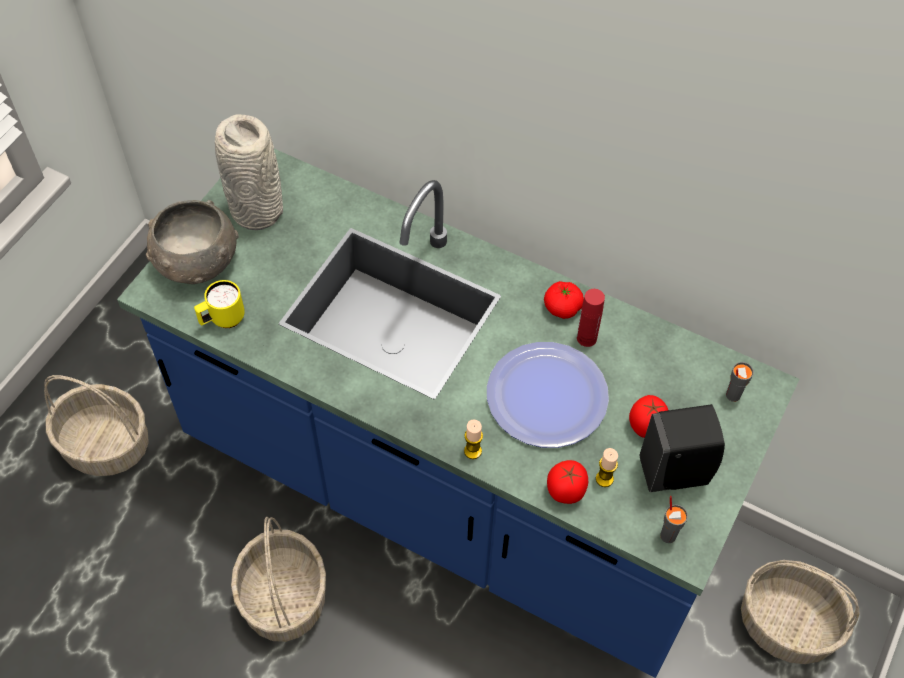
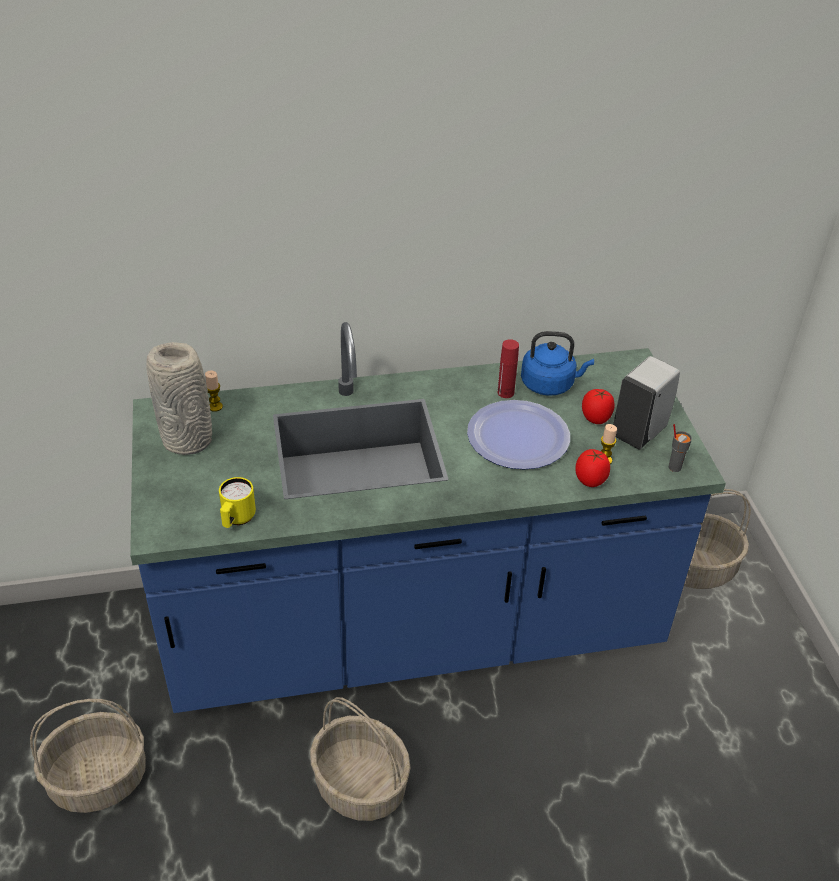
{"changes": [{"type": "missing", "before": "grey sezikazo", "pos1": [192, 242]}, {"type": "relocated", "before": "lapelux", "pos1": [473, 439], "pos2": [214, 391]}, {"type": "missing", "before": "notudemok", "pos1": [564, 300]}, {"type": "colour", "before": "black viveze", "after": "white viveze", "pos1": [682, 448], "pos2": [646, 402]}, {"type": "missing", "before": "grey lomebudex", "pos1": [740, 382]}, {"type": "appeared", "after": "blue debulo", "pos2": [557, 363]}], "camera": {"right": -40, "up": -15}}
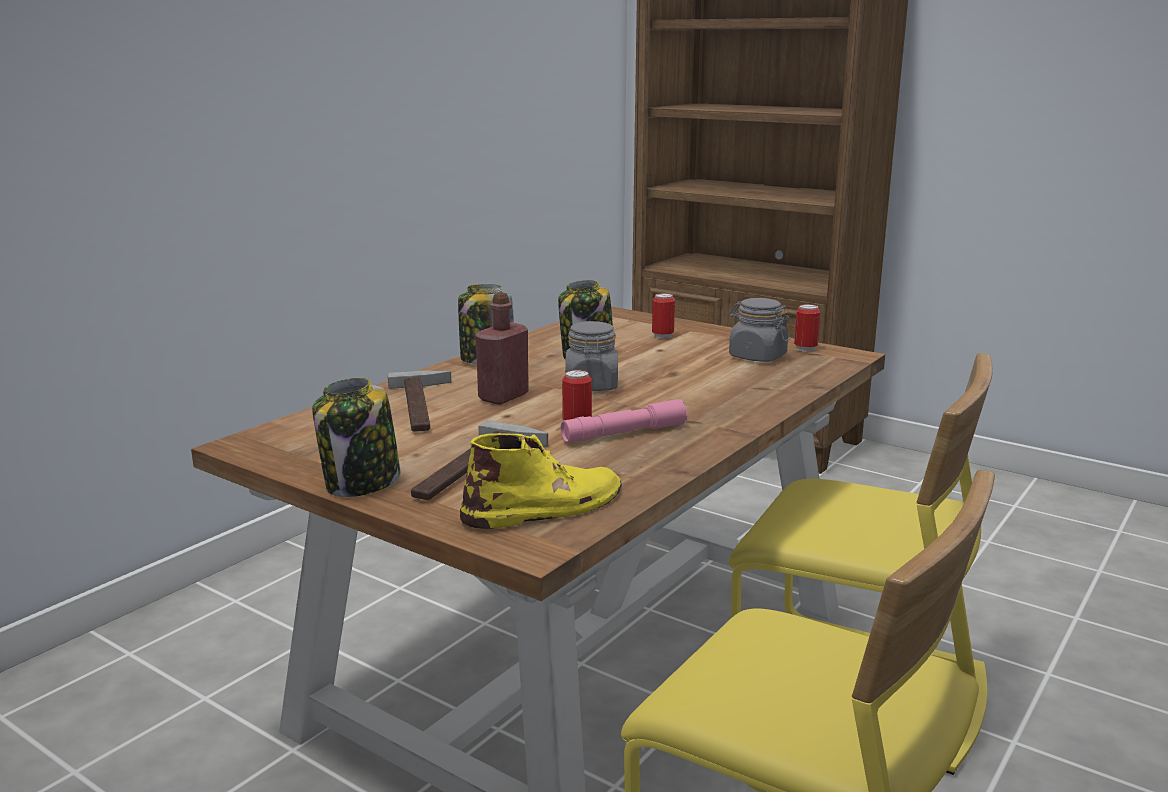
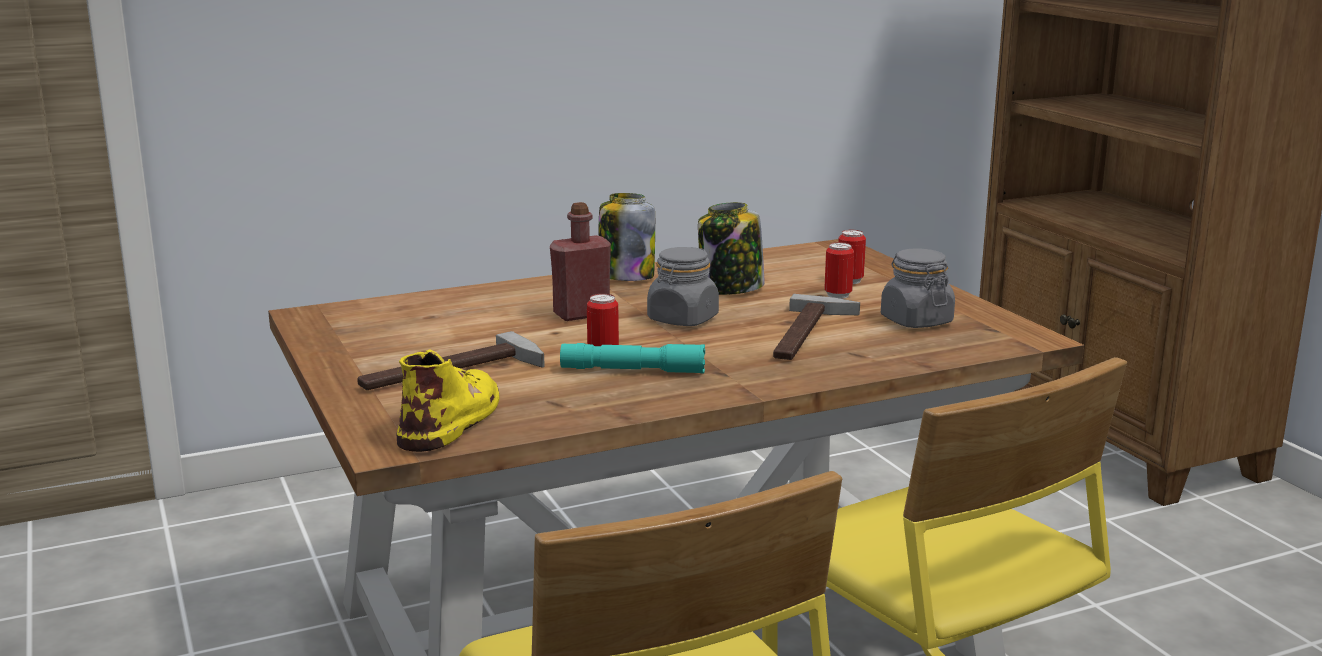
{"changes": [{"type": "missing", "before": "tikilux", "pos1": [356, 437]}, {"type": "relocated", "before": "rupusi", "pos1": [419, 401], "pos2": [816, 327]}, {"type": "spun", "before": "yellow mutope", "pos1": [541, 481], "pos2": [448, 401], "turn": -75}, {"type": "colour", "before": "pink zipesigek", "after": "turquoise zipesigek", "pos1": [624, 421], "pos2": [632, 358]}, {"type": "relocated", "before": "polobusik", "pos1": [807, 328], "pos2": [839, 270]}], "camera": {"right": 30, "up": 0}}
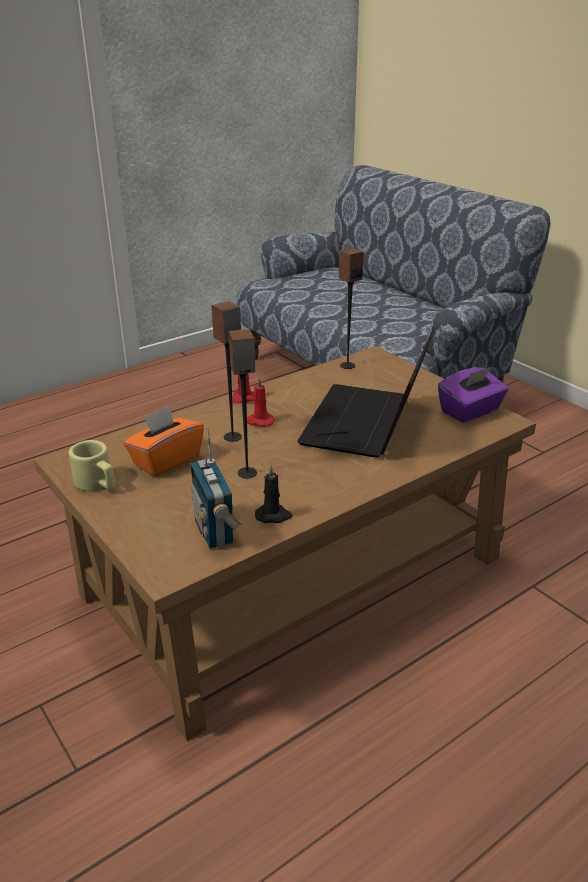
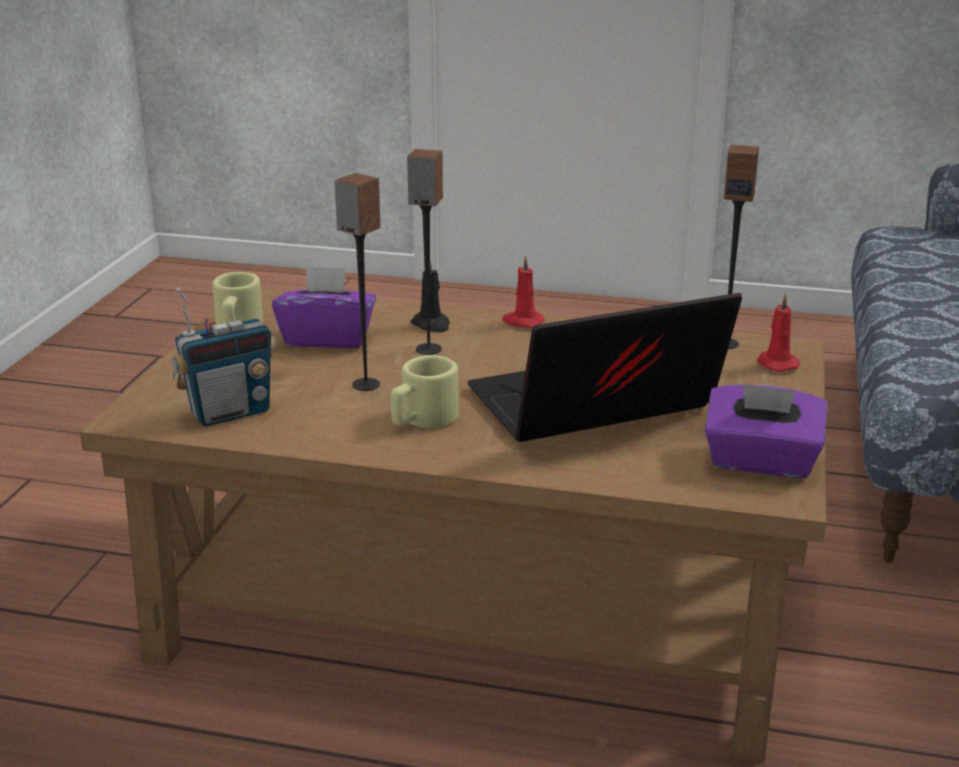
{"changes": [{"type": "colour", "before": "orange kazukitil", "after": "purple kazukitil", "pos1": [164, 441], "pos2": [324, 307]}, {"type": "spun", "before": "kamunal", "pos1": [216, 488], "pos2": [224, 357], "turn": -150}, {"type": "relocated", "before": "red lapelux", "pos1": [261, 402], "pos2": [778, 332]}, {"type": "relocated", "before": "black lapelux", "pos1": [274, 494], "pos2": [430, 295]}, {"type": "appeared", "after": "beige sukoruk", "pos2": [425, 391]}], "camera": {"right": 50, "up": -5}}
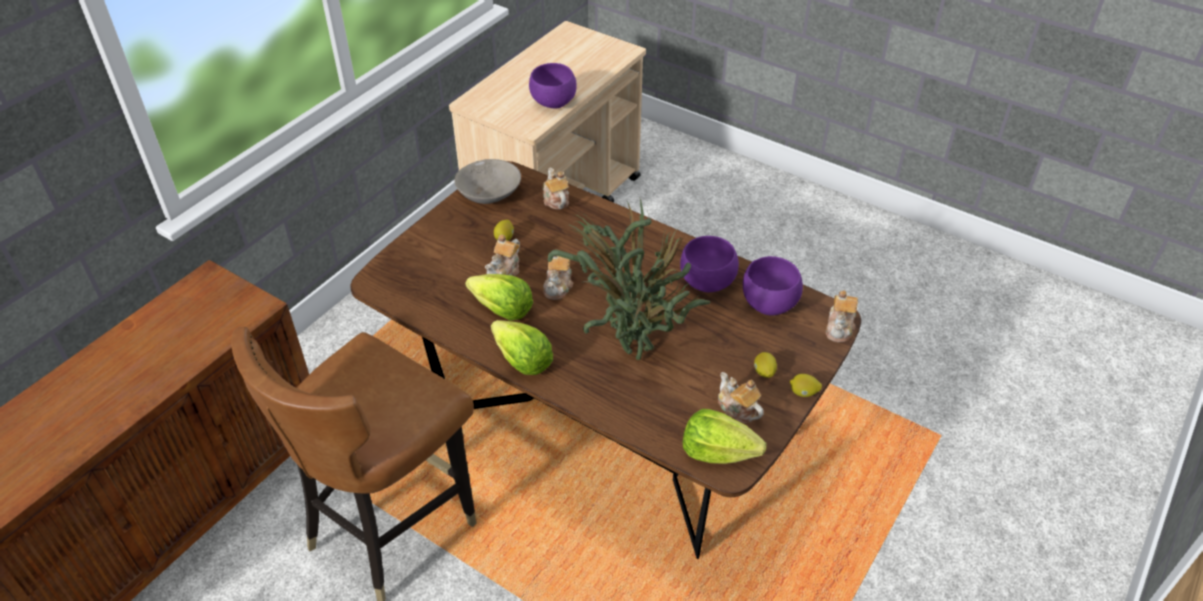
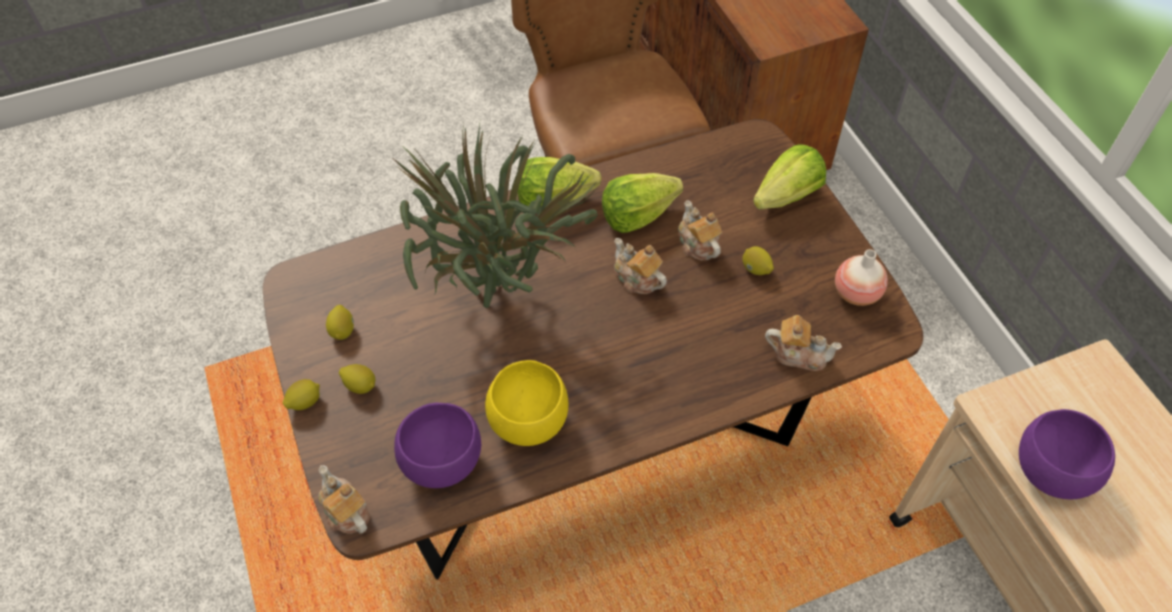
{"changes": [{"type": "exchanged", "before": "grey sezikazo", "after": "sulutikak", "pos1": [488, 181], "pos2": [861, 277]}, {"type": "colour", "before": "purple sezikazo", "after": "yellow sezikazo", "pos1": [709, 264], "pos2": [526, 403]}, {"type": "relocated", "before": "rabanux", "pos1": [724, 436], "pos2": [789, 176]}, {"type": "exchanged", "before": "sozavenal", "after": "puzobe", "pos1": [741, 397], "pos2": [340, 322]}], "camera": {"right": 125, "up": 10}}
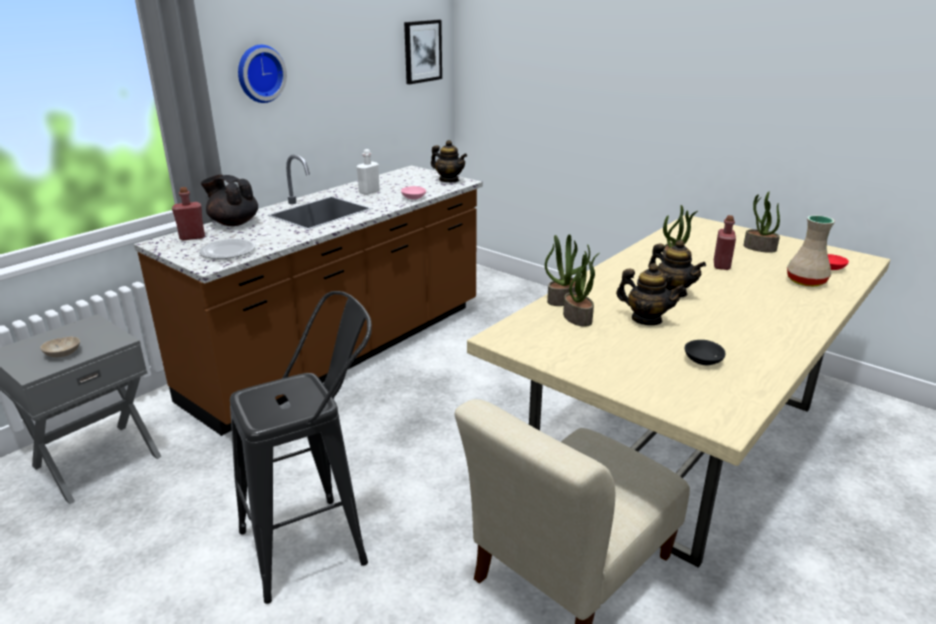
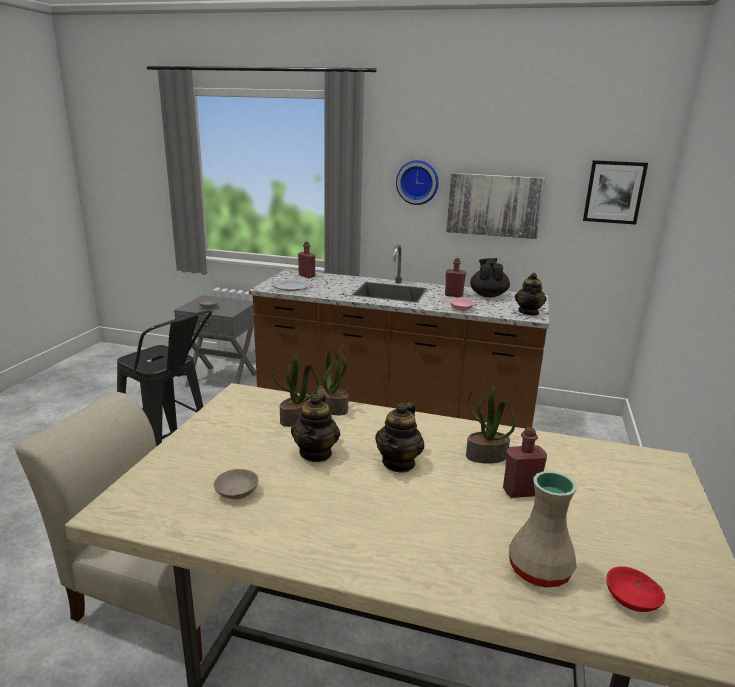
{"changes": [{"type": "relocated", "before": "black sozavenal", "pos1": [229, 200], "pos2": [490, 277]}, {"type": "colour", "before": "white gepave", "after": "red gepave", "pos1": [368, 172], "pos2": [455, 277]}, {"type": "colour", "before": "black sezikazo", "after": "beige sezikazo", "pos1": [705, 352], "pos2": [236, 484]}, {"type": "missing", "before": "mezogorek", "pos1": [761, 222]}, {"type": "appeared", "after": "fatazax", "pos2": [495, 206]}], "camera": {"right": 65, "up": -5}}
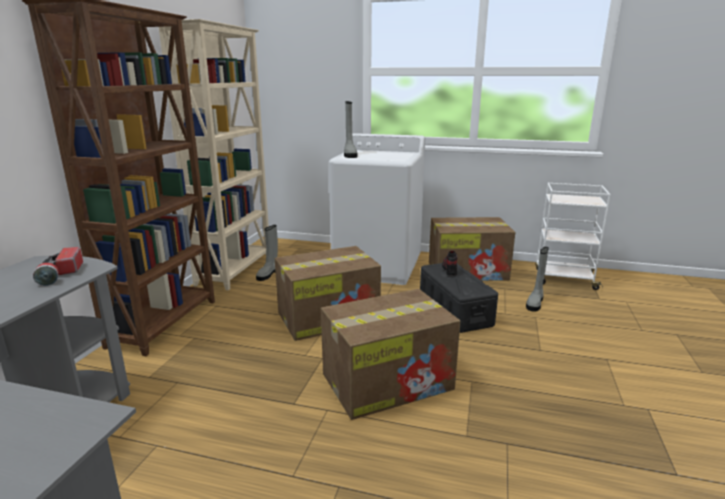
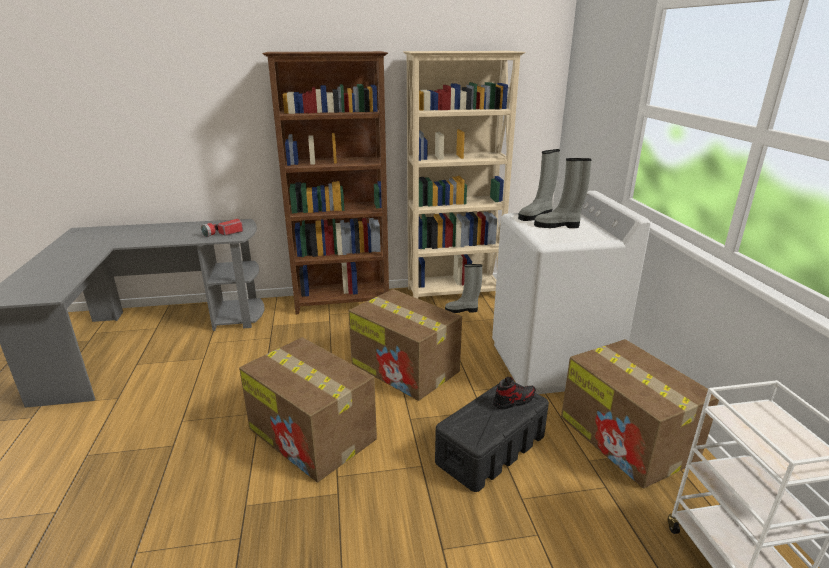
{"changes": [{"type": "relocated", "before": "grey mutope", "pos1": [537, 279], "pos2": [563, 193]}], "camera": {"right": 65, "up": 5}}
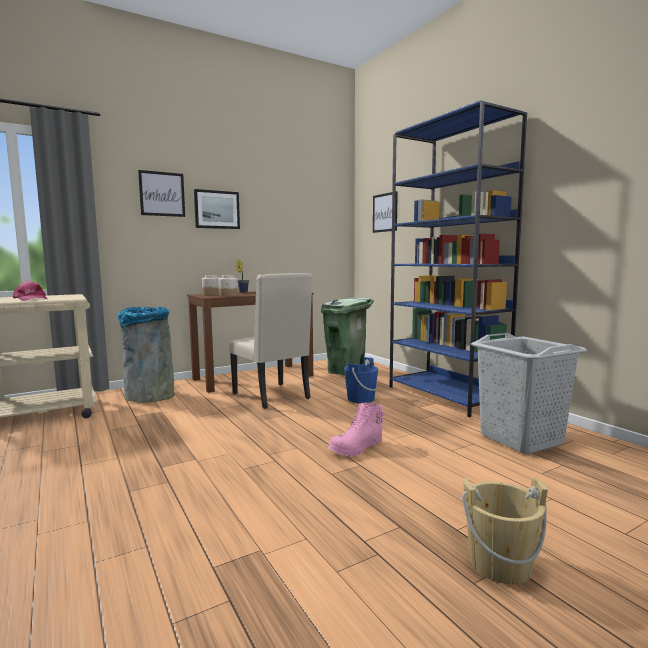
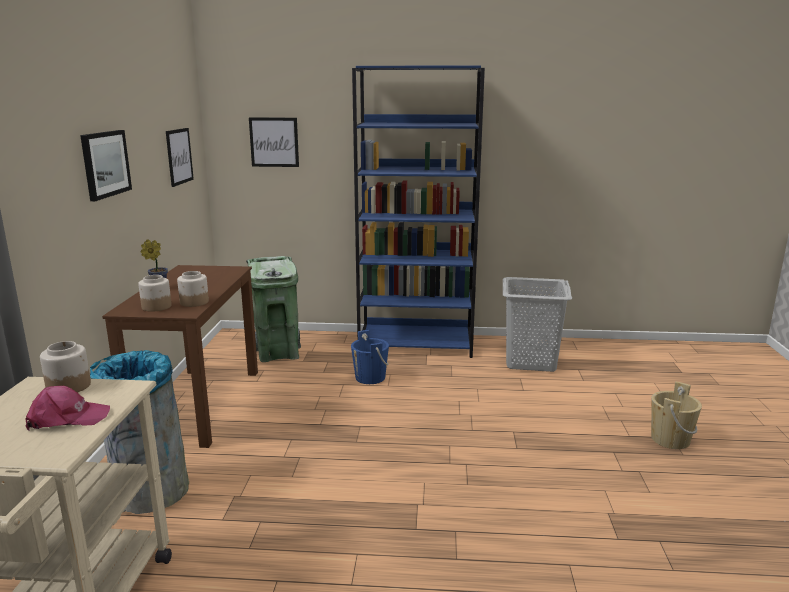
{"changes": [{"type": "relocated", "before": "fatazax", "pos1": [161, 193], "pos2": [180, 157]}, {"type": "missing", "before": "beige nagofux", "pos1": [271, 341]}, {"type": "missing", "before": "pink mutope", "pos1": [356, 430]}, {"type": "appeared", "after": "tikilux", "pos2": [65, 367]}], "camera": {"right": -55, "up": 10}}
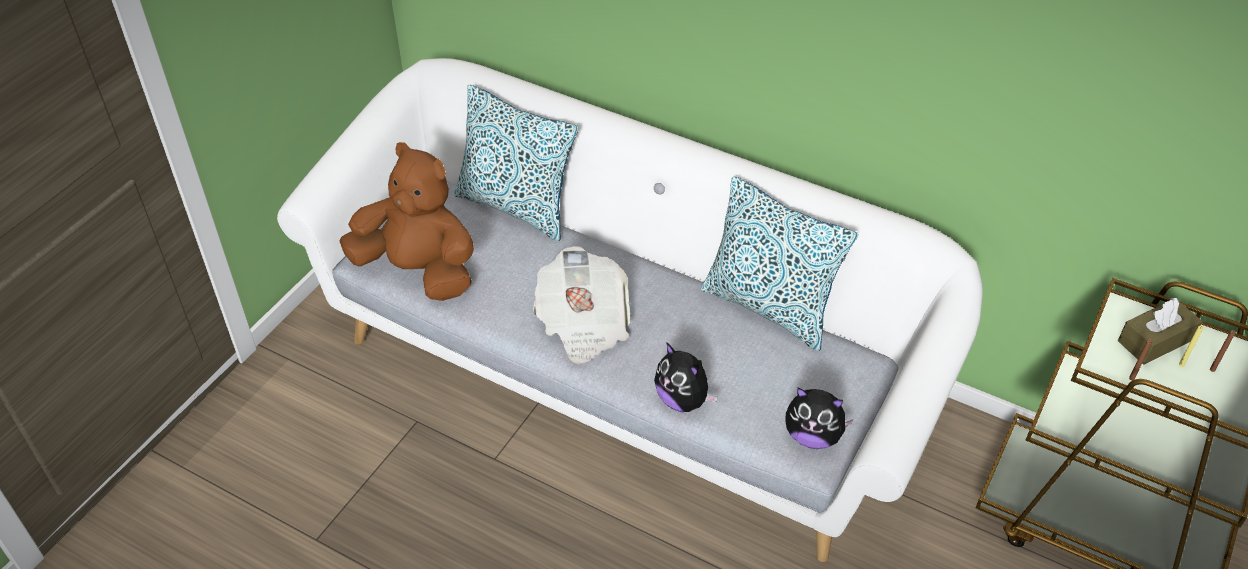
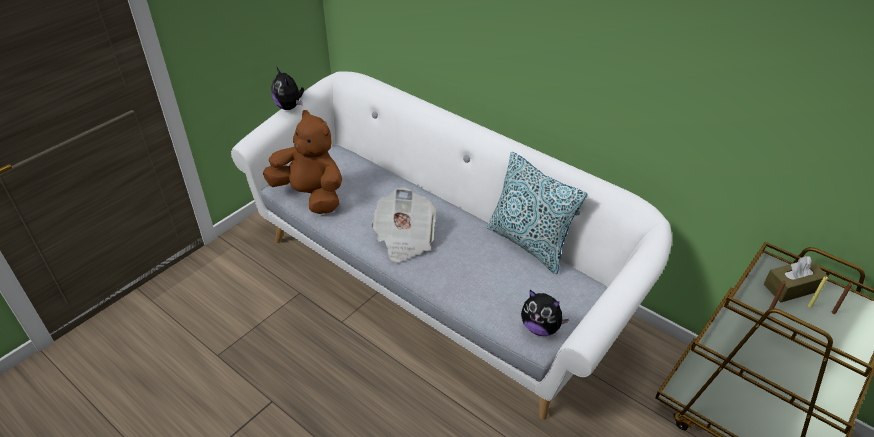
{"changes": [{"type": "missing", "before": "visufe", "pos1": [516, 163]}, {"type": "relocated", "before": "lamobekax", "pos1": [686, 377], "pos2": [287, 89]}], "camera": {"right": 10, "up": -5}}
